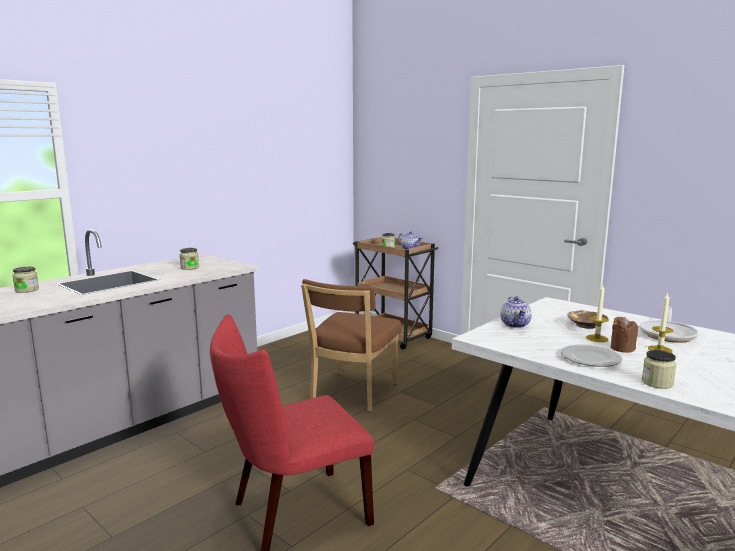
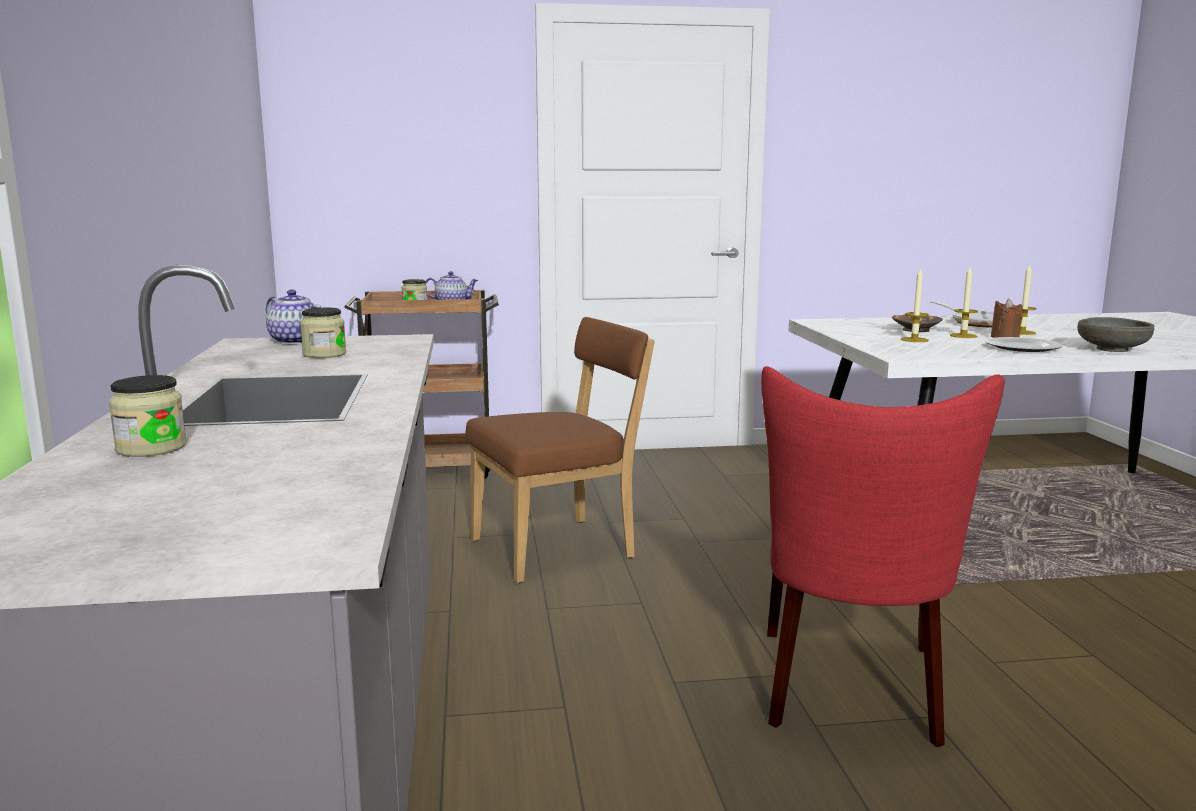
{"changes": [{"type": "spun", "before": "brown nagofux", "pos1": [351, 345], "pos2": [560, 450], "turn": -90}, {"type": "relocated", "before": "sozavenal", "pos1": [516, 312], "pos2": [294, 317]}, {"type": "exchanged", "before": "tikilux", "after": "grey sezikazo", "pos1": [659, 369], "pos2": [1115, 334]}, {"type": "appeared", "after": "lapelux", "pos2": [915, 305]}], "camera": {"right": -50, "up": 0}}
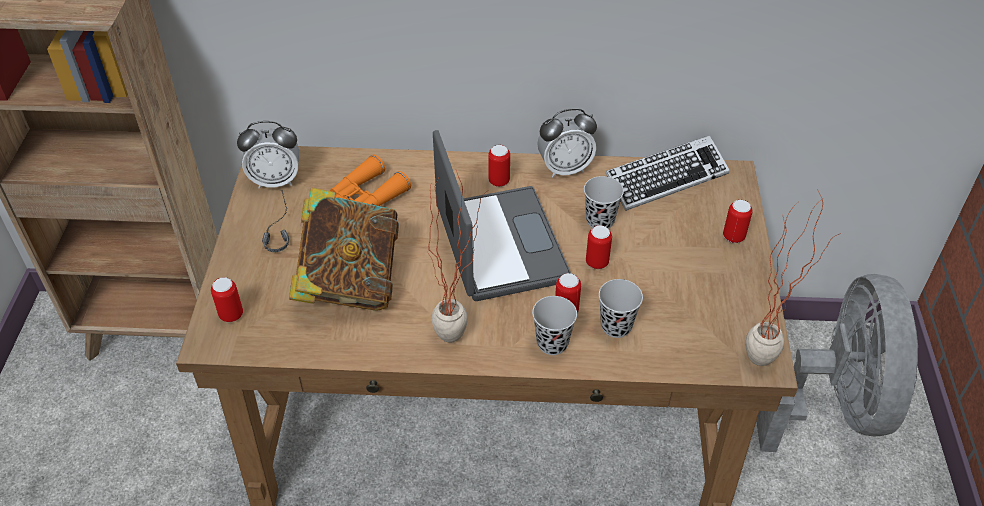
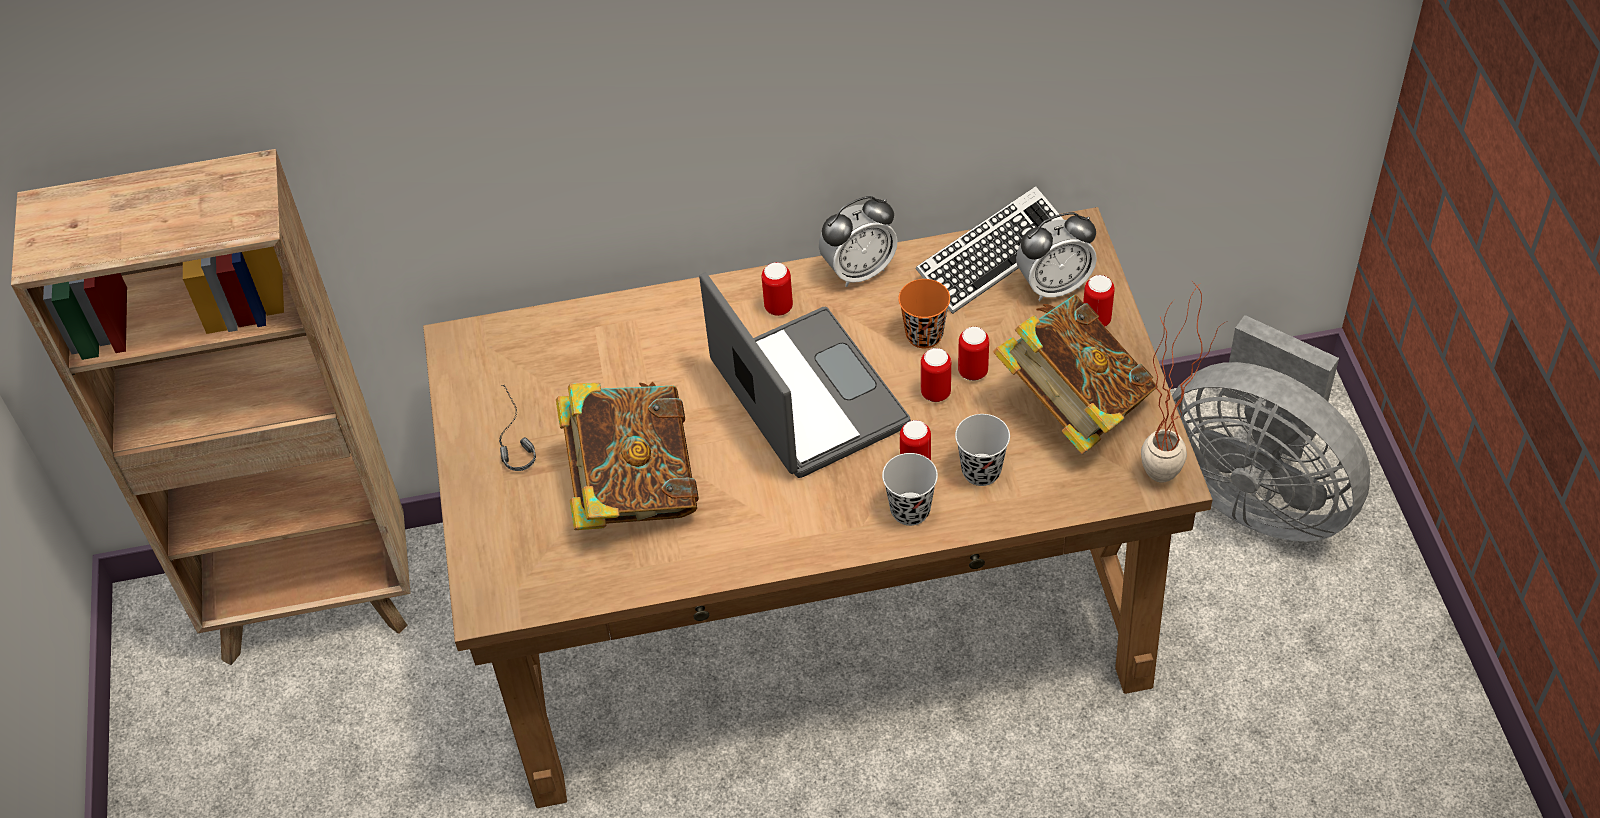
{"changes": [{"type": "relocated", "before": "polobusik", "pos1": [227, 299], "pos2": [973, 354]}, {"type": "relocated", "before": "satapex", "pos1": [268, 155], "pos2": [1056, 256]}, {"type": "missing", "before": "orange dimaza", "pos1": [370, 180]}, {"type": "missing", "before": "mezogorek", "pos1": [456, 256]}, {"type": "colour", "before": "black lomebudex", "after": "orange lomebudex", "pos1": [604, 202], "pos2": [924, 313]}, {"type": "spun", "before": "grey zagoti", "pos1": [837, 363], "pos2": [1271, 428], "turn": 135}, {"type": "appeared", "after": "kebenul", "pos2": [1075, 374]}], "camera": {"right": -10, "up": 5}}
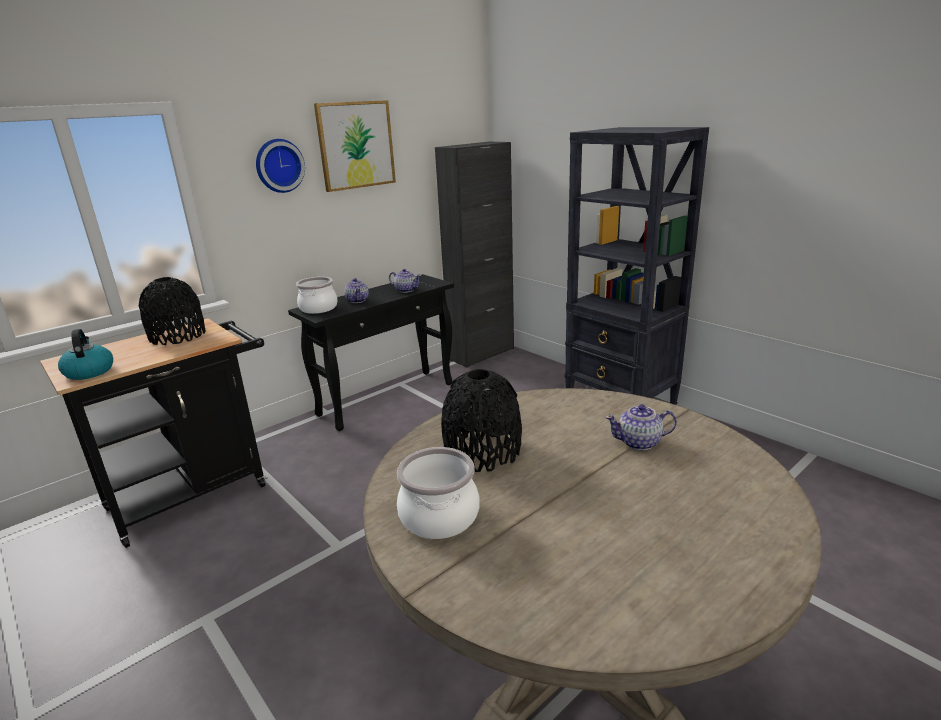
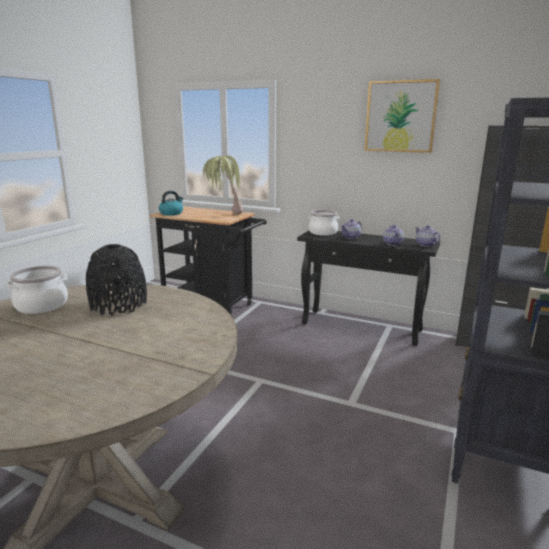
{"changes": [{"type": "exchanged", "before": "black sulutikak", "after": "mezogorek", "pos1": [172, 311], "pos2": [223, 184]}, {"type": "missing", "before": "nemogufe", "pos1": [280, 166]}, {"type": "relocated", "before": "sozavenal", "pos1": [641, 427], "pos2": [427, 236]}], "camera": {"right": 65, "up": -5}}
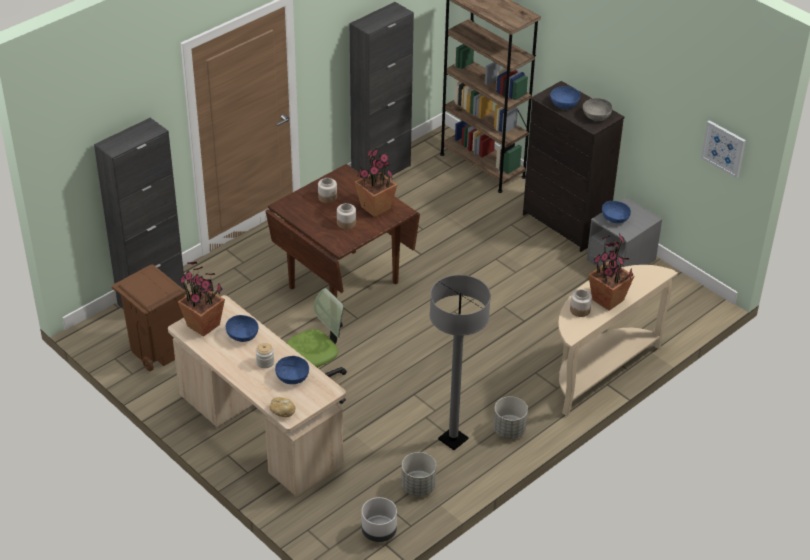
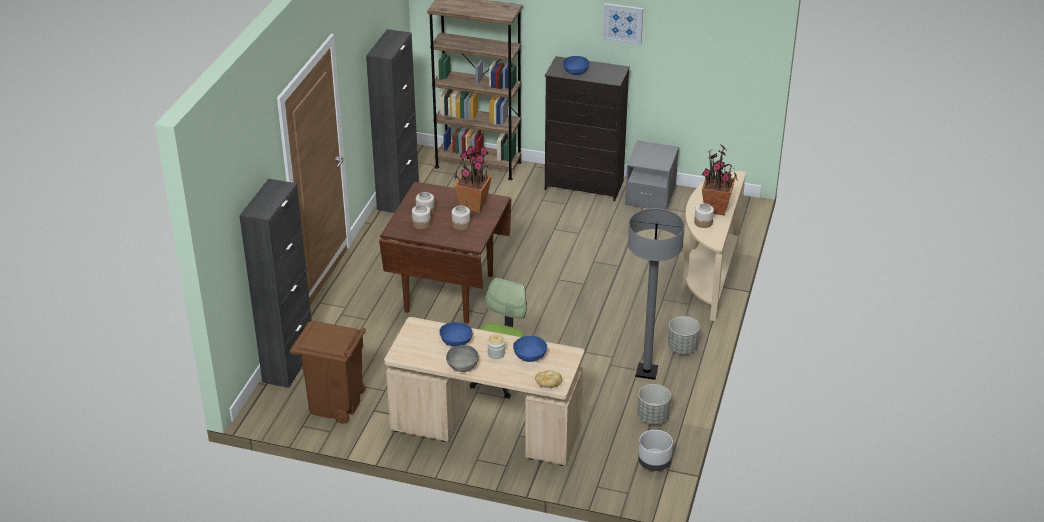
{"changes": [{"type": "missing", "before": "mezogorek", "pos1": [201, 299]}, {"type": "relocated", "before": "grey sezikazo", "pos1": [598, 109], "pos2": [462, 358]}, {"type": "missing", "before": "blue sezikazo", "pos1": [616, 212]}, {"type": "relocated", "before": "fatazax", "pos1": [723, 149], "pos2": [623, 24]}, {"type": "appeared", "after": "tikilux", "pos2": [421, 216]}], "camera": {"right": -30, "up": -5}}
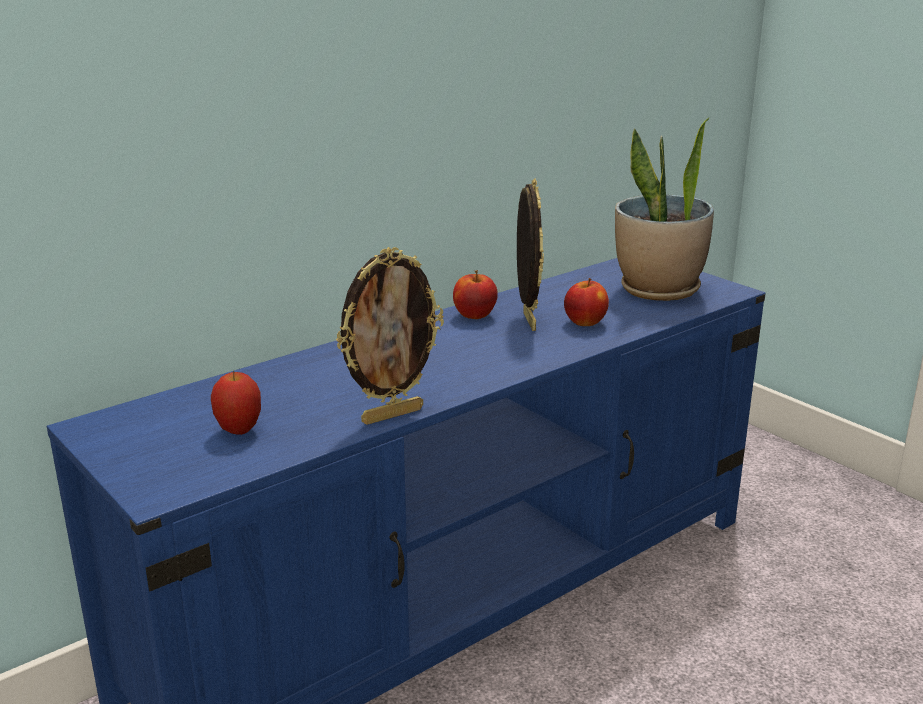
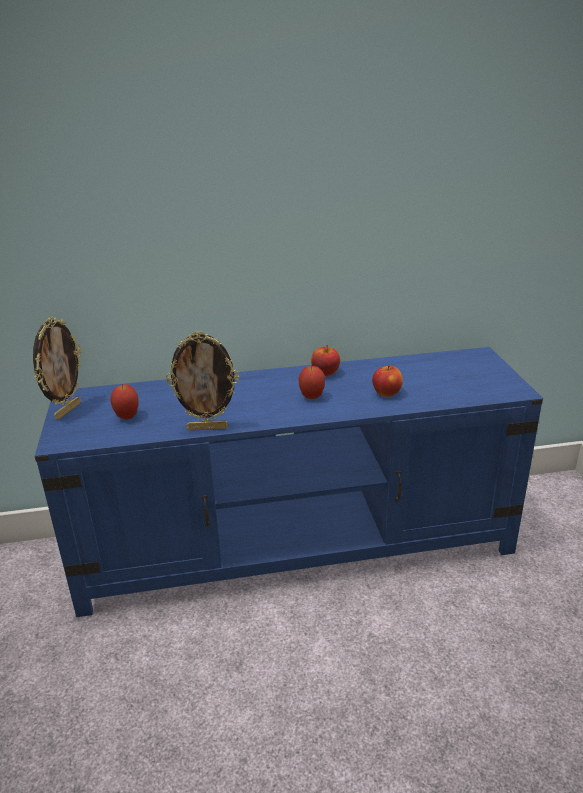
{"changes": [{"type": "relocated", "before": "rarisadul", "pos1": [530, 254], "pos2": [57, 368]}, {"type": "missing", "before": "mezogorek", "pos1": [664, 209]}, {"type": "appeared", "after": "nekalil", "pos2": [311, 382]}], "camera": {"right": 30, "up": 5}}
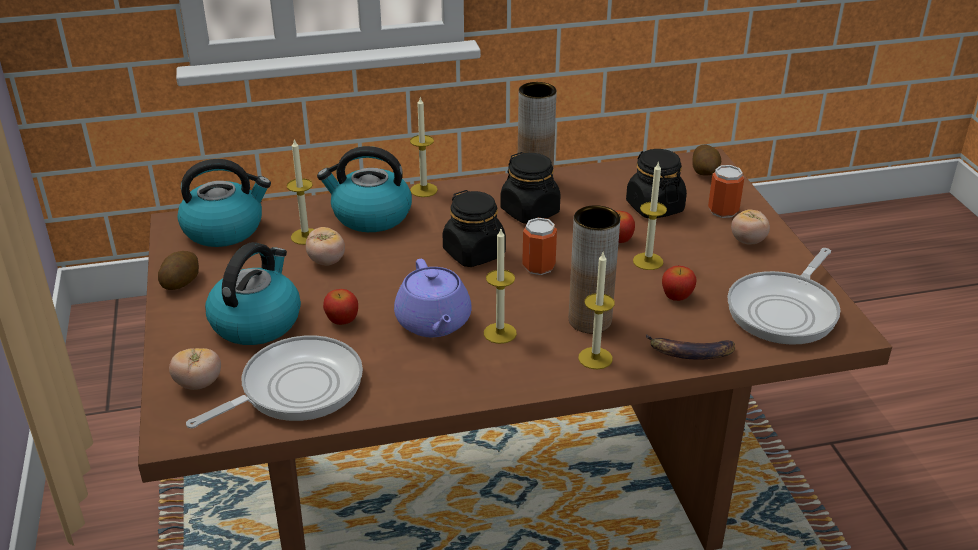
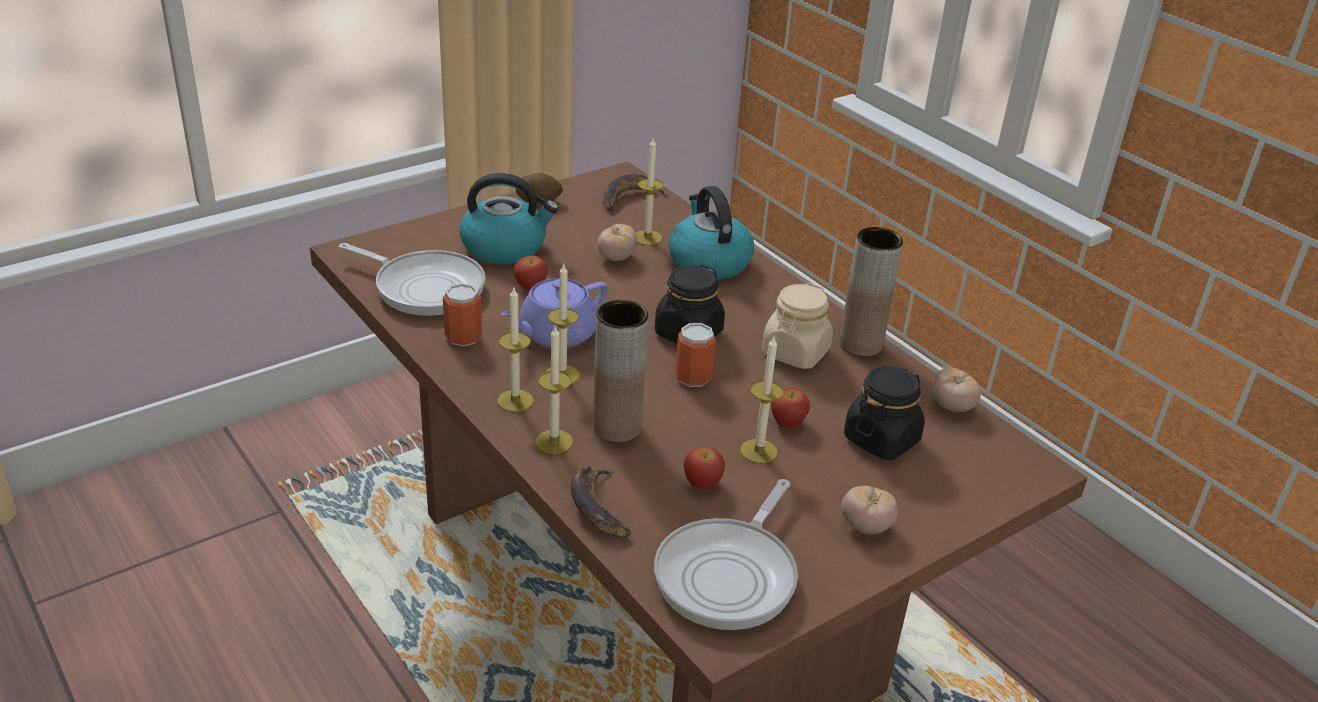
{"changes": [{"type": "relocated", "before": "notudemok", "pos1": [195, 369], "pos2": [956, 389]}, {"type": "exchanged", "before": "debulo", "after": "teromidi", "pos1": [224, 203], "pos2": [635, 192]}, {"type": "relocated", "before": "lapelux", "pos1": [424, 147], "pos2": [515, 350]}, {"type": "colour", "before": "black tikilux", "after": "beige tikilux", "pos1": [530, 188], "pos2": [797, 326]}, {"type": "missing", "before": "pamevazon", "pos1": [706, 160]}, {"type": "relocated", "before": "polobusik", "pos1": [726, 191], "pos2": [462, 315]}, {"type": "spun", "before": "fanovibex", "pos1": [783, 296], "pos2": [726, 554], "turn": -75}], "camera": {"right": 65, "up": 0}}
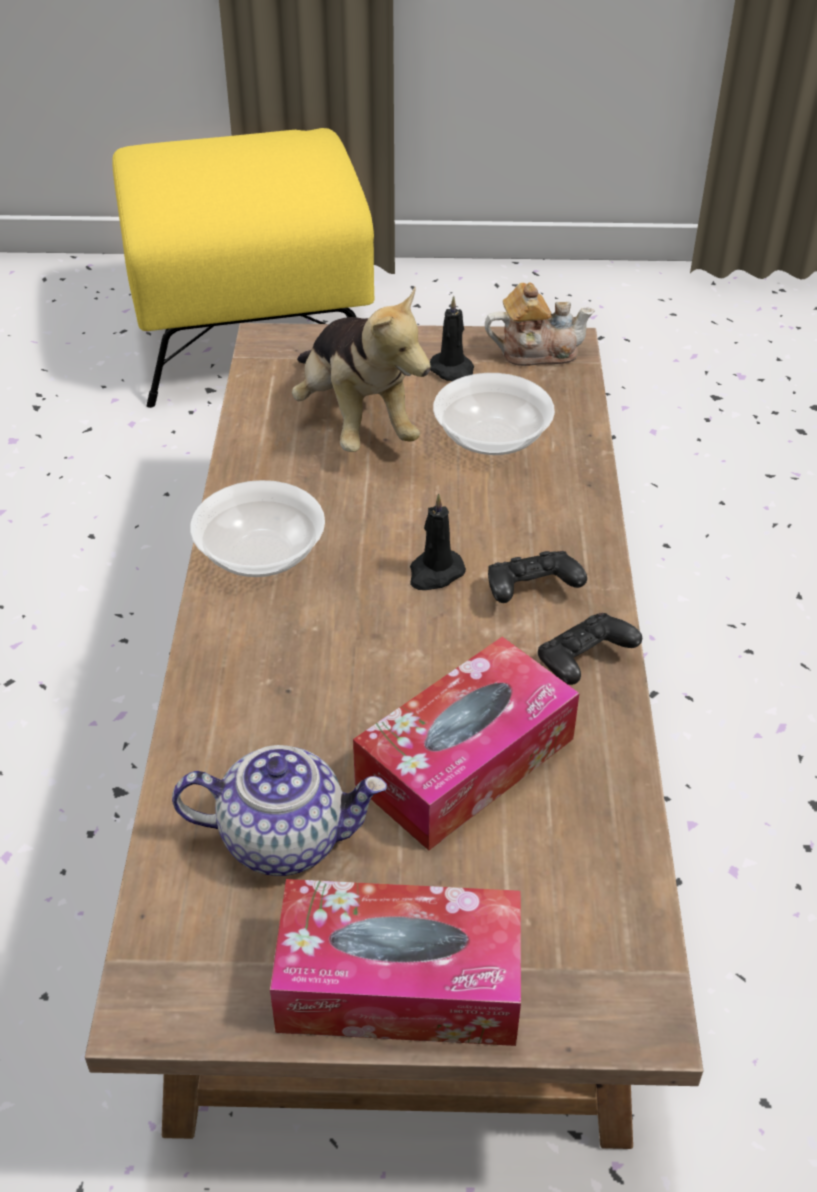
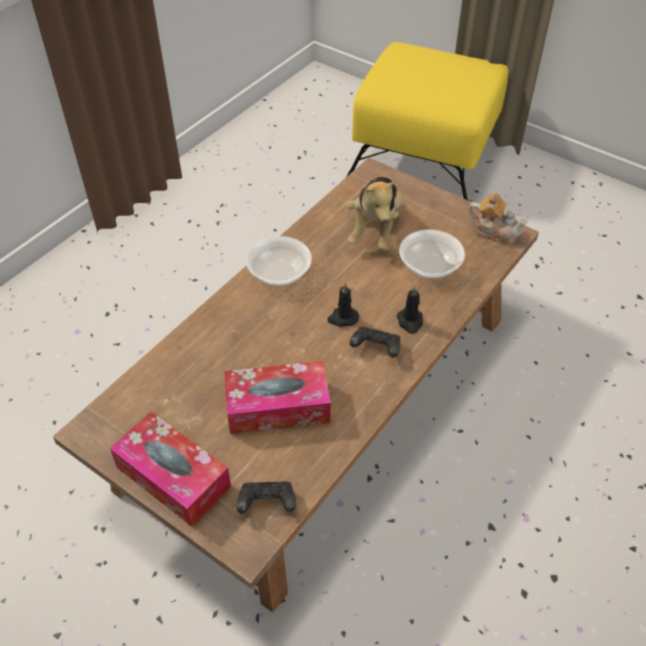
{"changes": [{"type": "missing", "before": "sozavenal", "pos1": [279, 810]}, {"type": "relocated", "before": "black lapelux", "pos1": [452, 338], "pos2": [410, 309]}, {"type": "relocated", "before": "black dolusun", "pos1": [590, 649], "pos2": [266, 497]}], "camera": {"right": 35, "up": 5}}
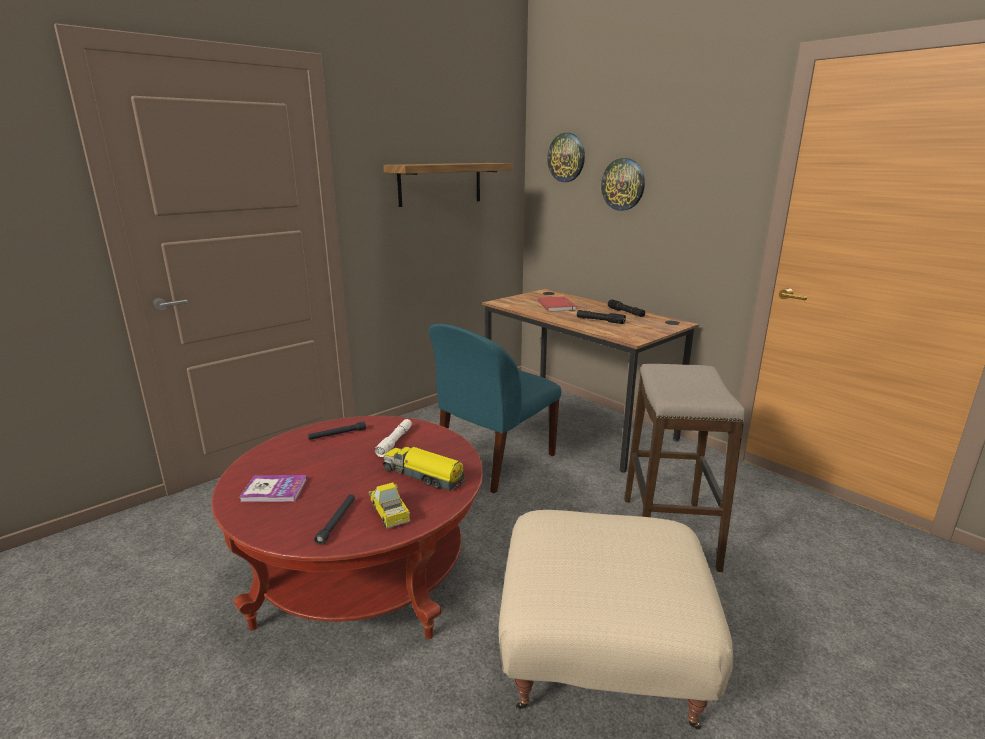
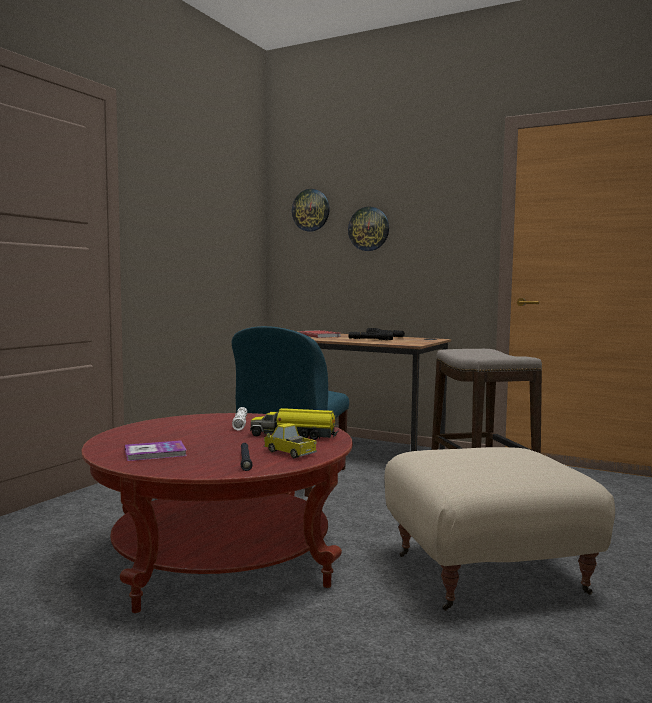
{"changes": [{"type": "missing", "before": "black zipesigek", "pos1": [337, 430]}, {"type": "missing", "before": "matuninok", "pos1": [447, 185]}], "camera": {"right": -20, "up": -15}}
